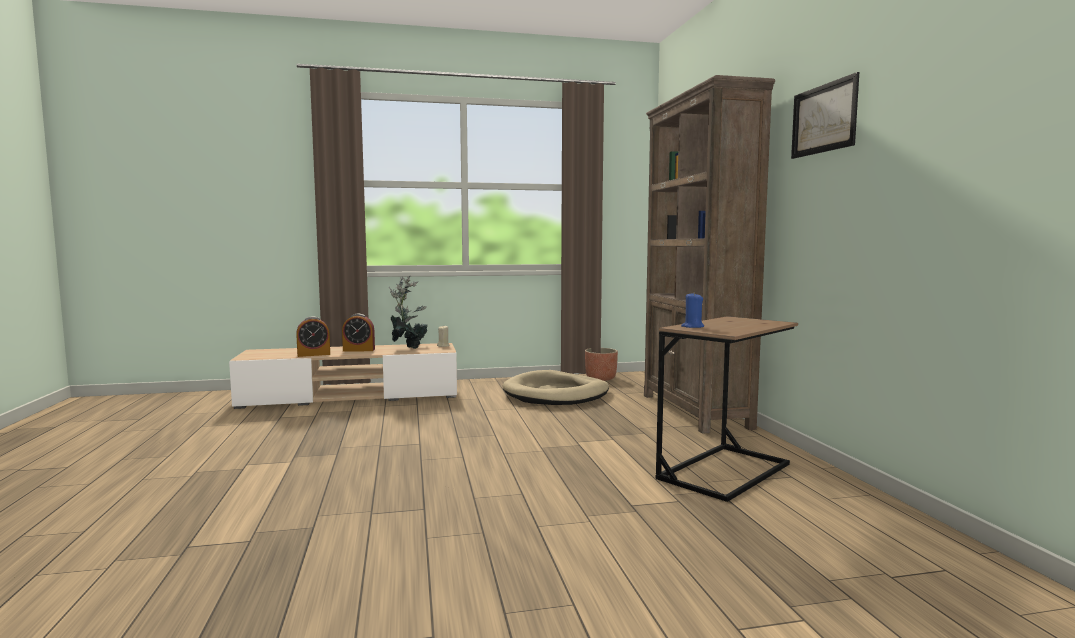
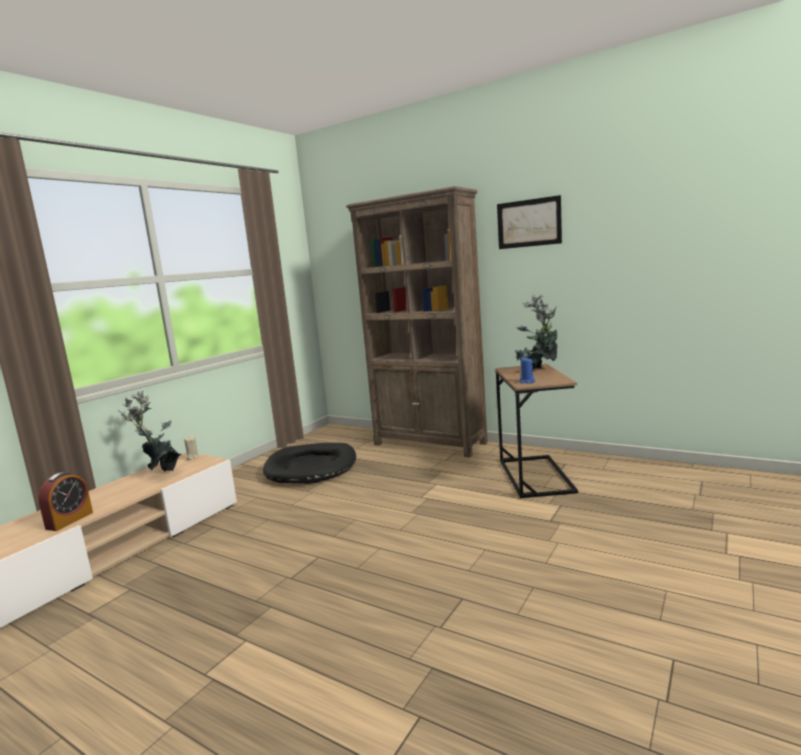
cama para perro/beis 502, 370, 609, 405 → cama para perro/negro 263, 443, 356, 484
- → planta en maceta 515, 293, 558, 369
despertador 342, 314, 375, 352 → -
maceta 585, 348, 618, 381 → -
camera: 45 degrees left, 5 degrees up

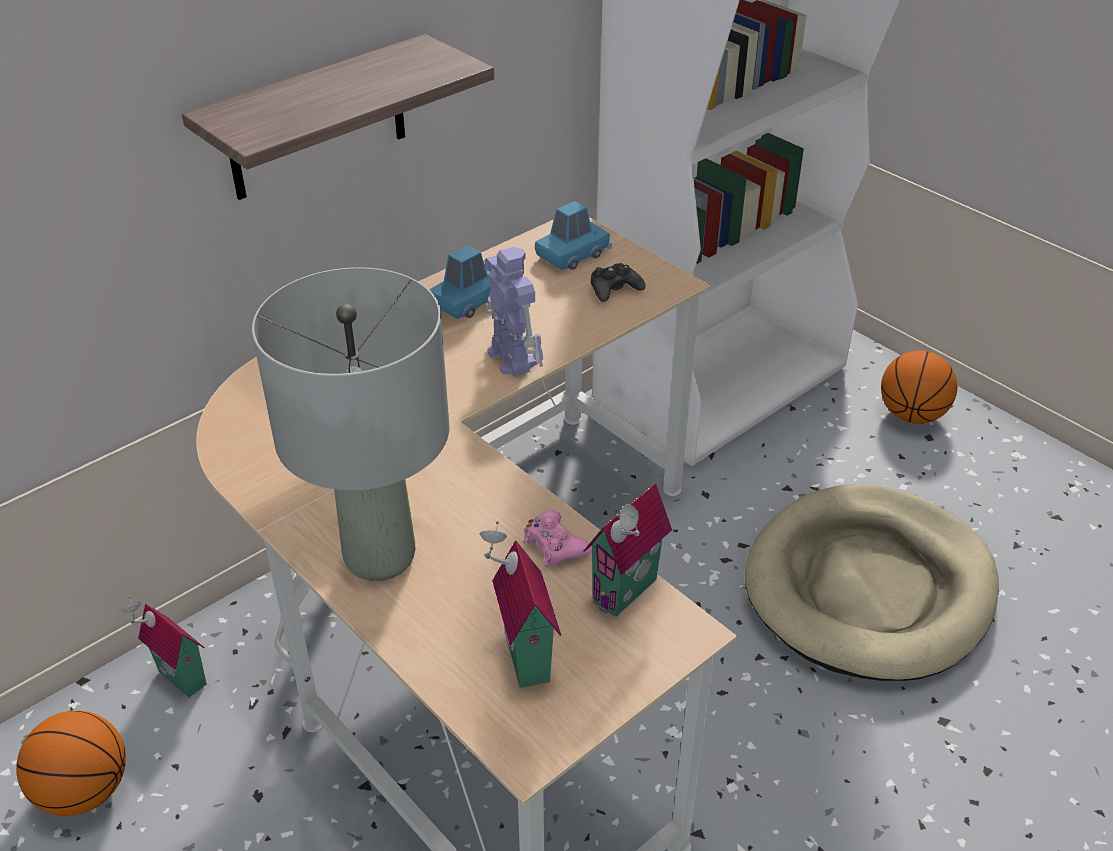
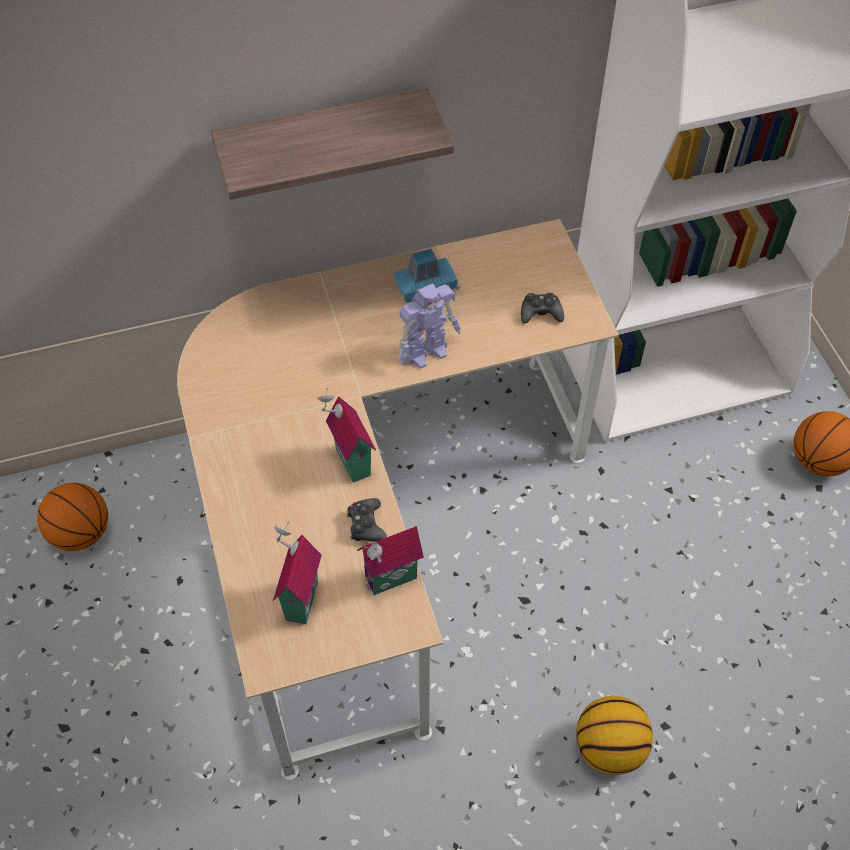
casita 121, 596, 207, 697 → casita 317, 388, 376, 482, move
mando de consola/rosa 524, 510, 592, 566 → mando de consola/negro 347, 498, 387, 542
robot de juguete 485, 247, 543, 377 → robot de juguete 398, 284, 461, 368, 60 degrees clockwise
- → balón de baloncesto 577, 696, 653, 775
lámpara de mesa/gris 252, 267, 450, 581 → -
coche de juguete/azul 535, 201, 612, 270 → -
cama para perro/beis 745, 484, 999, 681 → -
camera: 25 degrees right, 15 degrees up

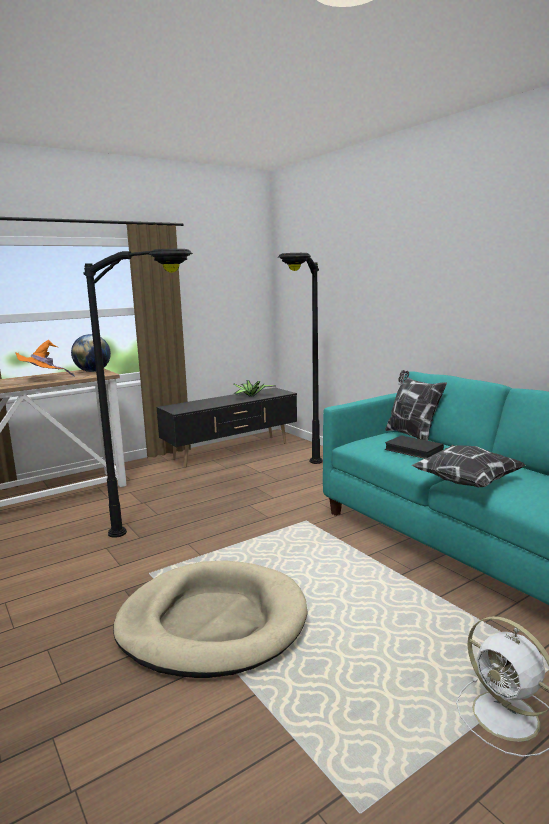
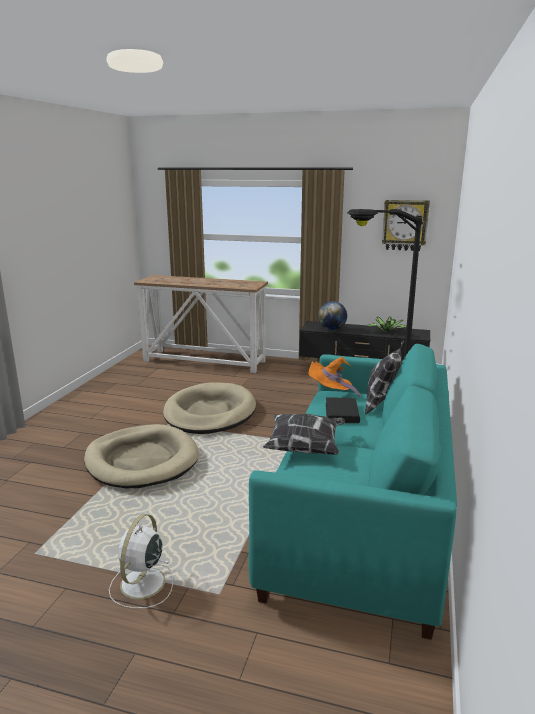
lámpara de pie/negro 83, 249, 193, 538 → cama para perro/beis 163, 382, 256, 434
sombrero/naranja 16, 340, 75, 377 → sombrero/naranja 308, 357, 361, 398, move
globo terráqueo 71, 334, 111, 372 → globo terráqueo 318, 301, 347, 330, move
- → reloj de pared 382, 200, 430, 251
camera: 50 degrees right, 5 degrees up

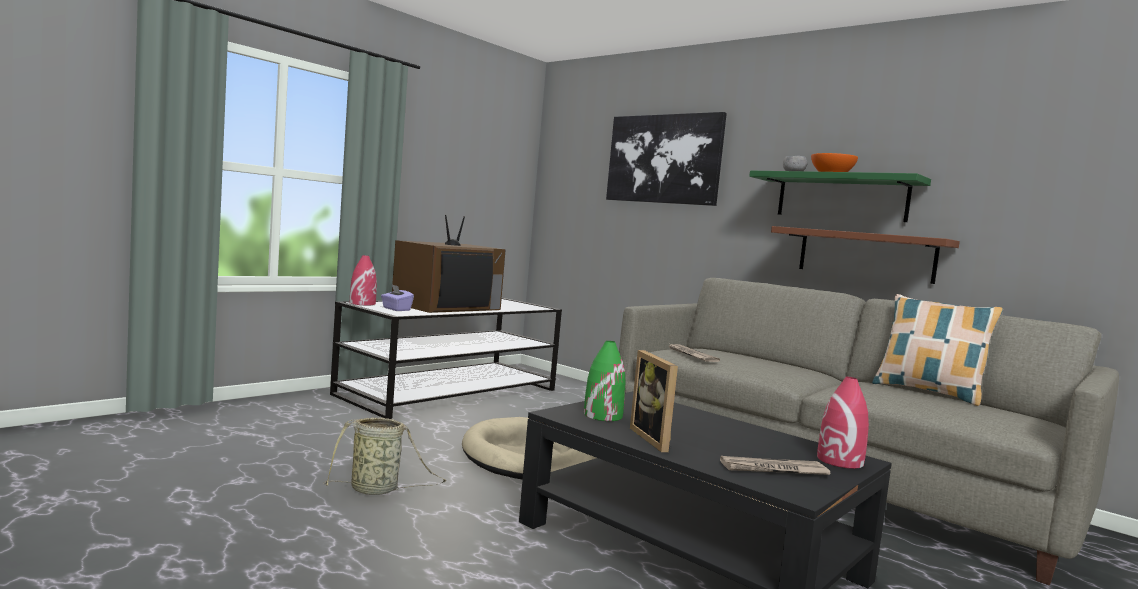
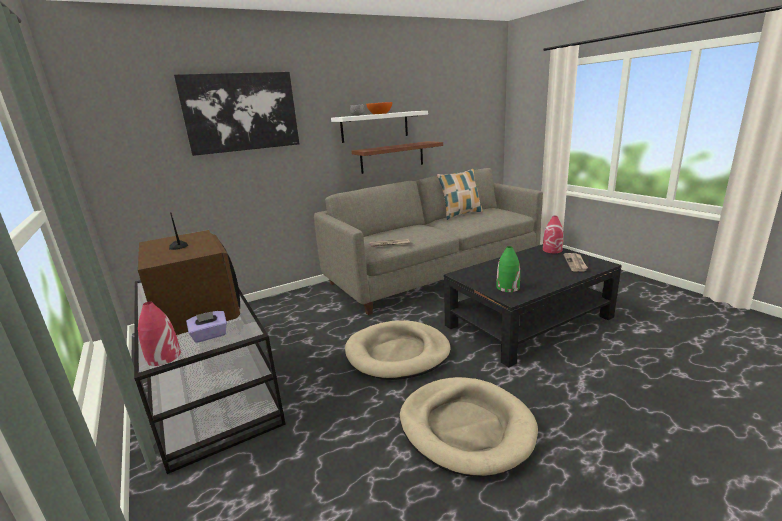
estante/verde 749, 170, 931, 222 → estante/blanco 331, 111, 428, 143
cesta 323, 417, 446, 495 → cama para perro/beis 400, 377, 538, 477
portarretratos 630, 350, 678, 452 → -
camera: 70 degrees left, 15 degrees up

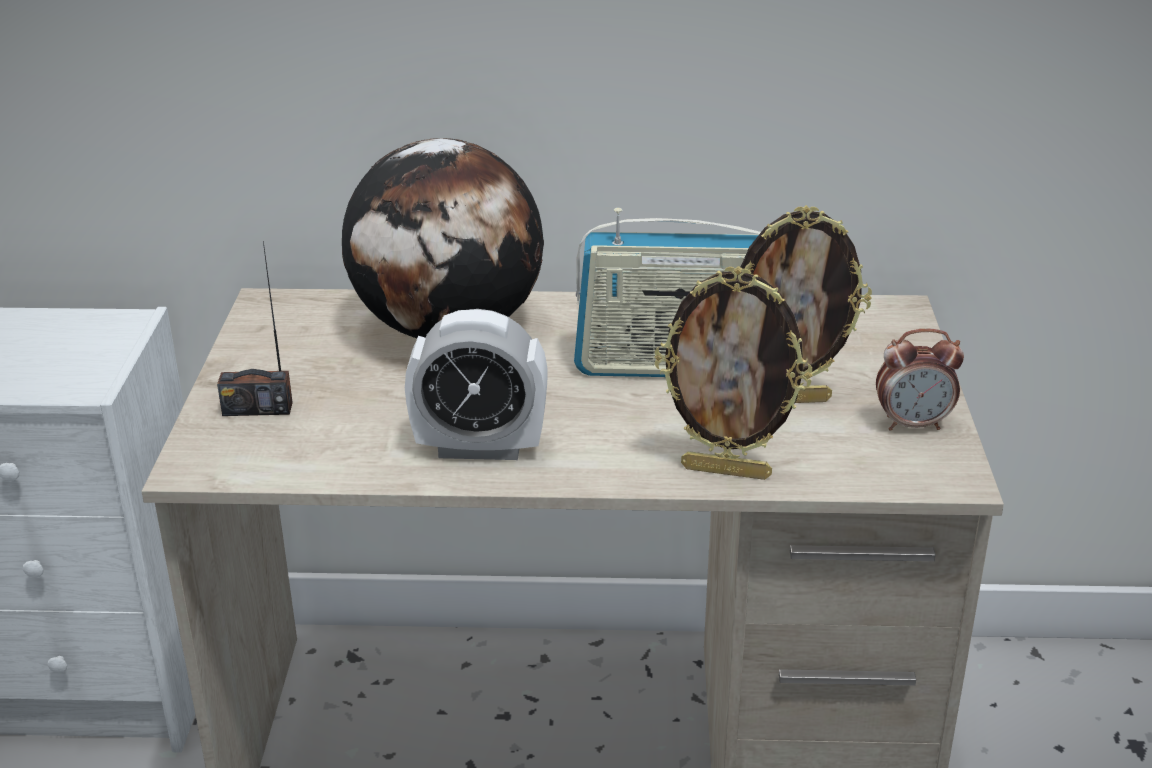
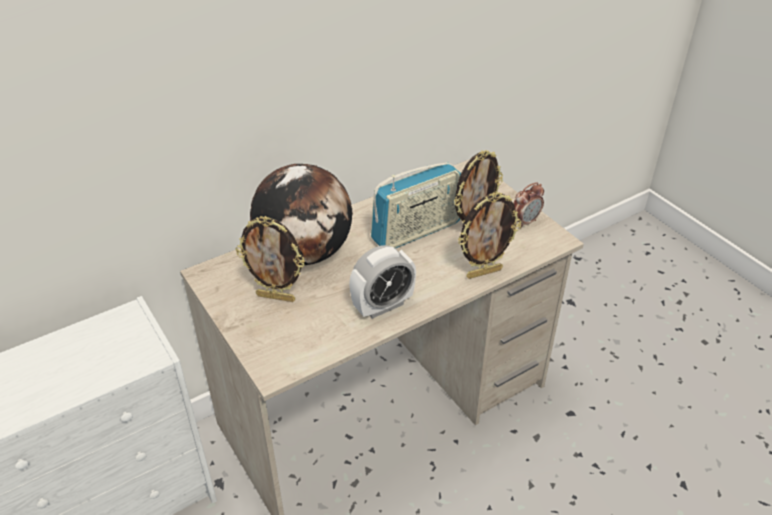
- → portarretratos 236, 216, 305, 302
radio 217, 241, 293, 416 → -
camera: 35 degrees left, 10 degrees up

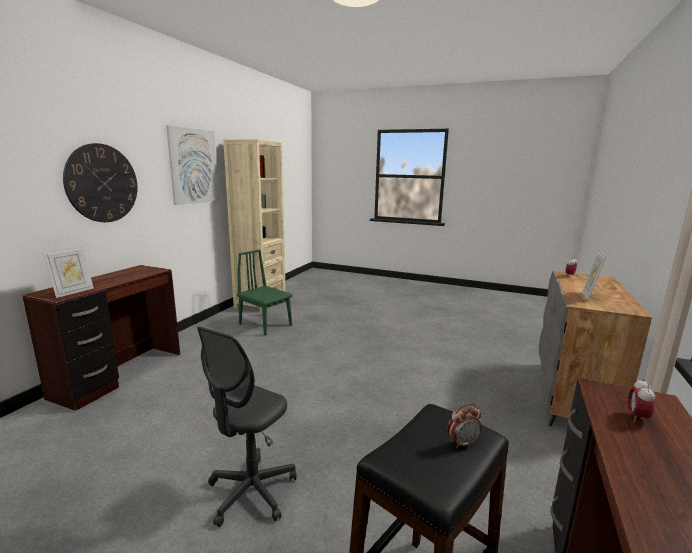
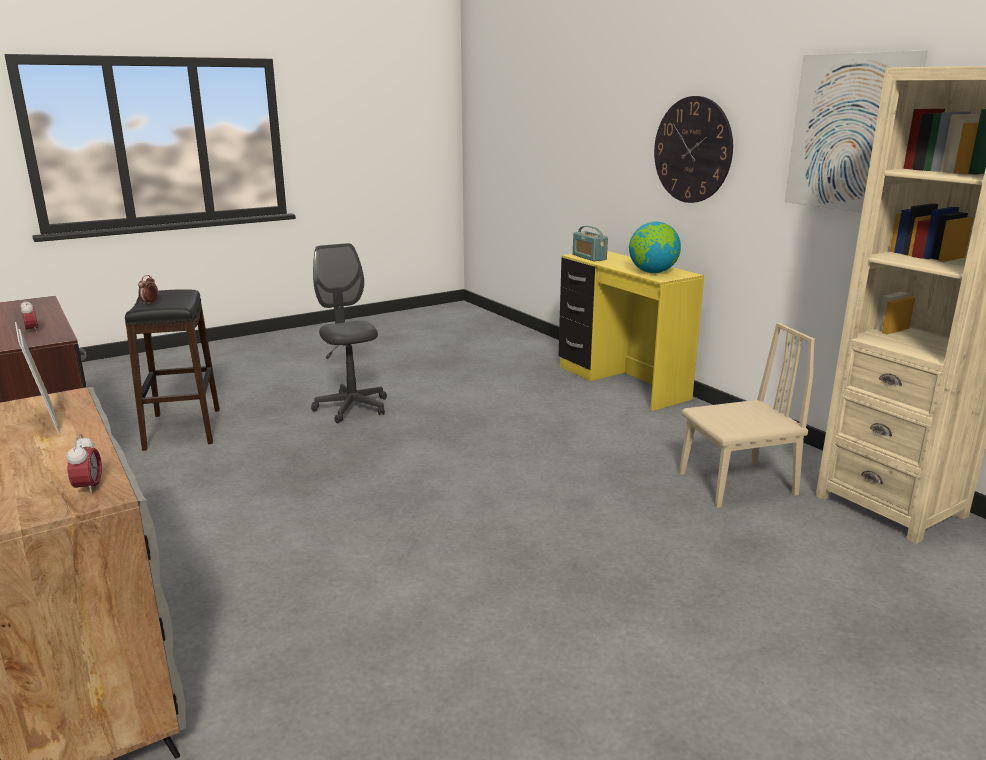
escritorio/marrón 22, 265, 180, 411 → escritorio/amarillo 558, 251, 704, 411
portarretratos 43, 246, 94, 298 → radio 573, 226, 608, 261
- → globo terráqueo 629, 222, 681, 273
silla/verde 237, 250, 293, 335 → silla/beis 679, 323, 815, 508
camera: 125 degrees right, 5 degrees up

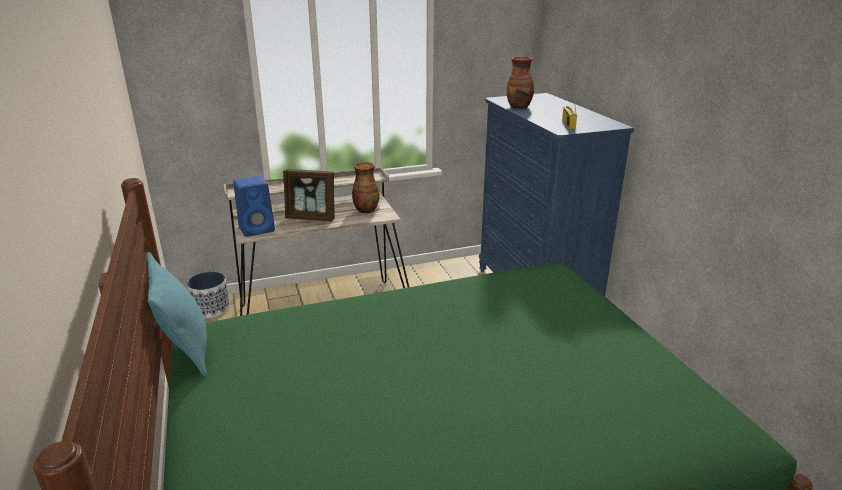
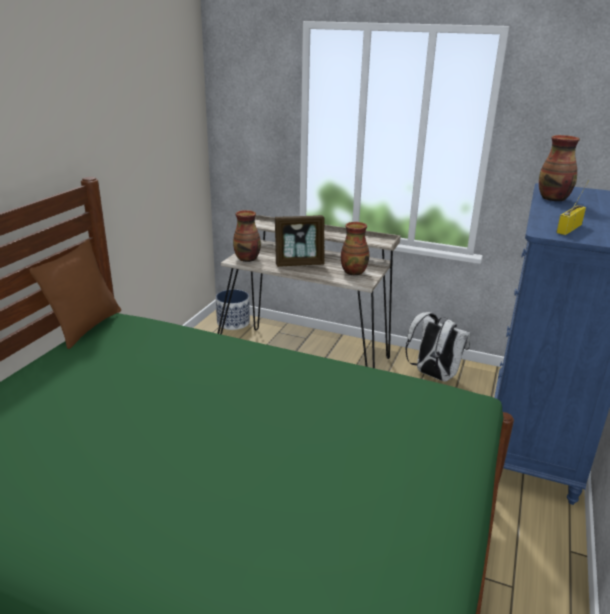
cojín/turquesa 147, 252, 207, 377 → cojín/marrón 29, 239, 121, 349
altavoz/azul 233, 176, 275, 237 → florero 233, 210, 261, 262
portarretratos 283, 169, 335, 221 → portarretratos 275, 215, 325, 267, 60 degrees counterclockwise
- → mochila/blanco 405, 312, 471, 381
camera: 40 degrees right, 0 degrees up

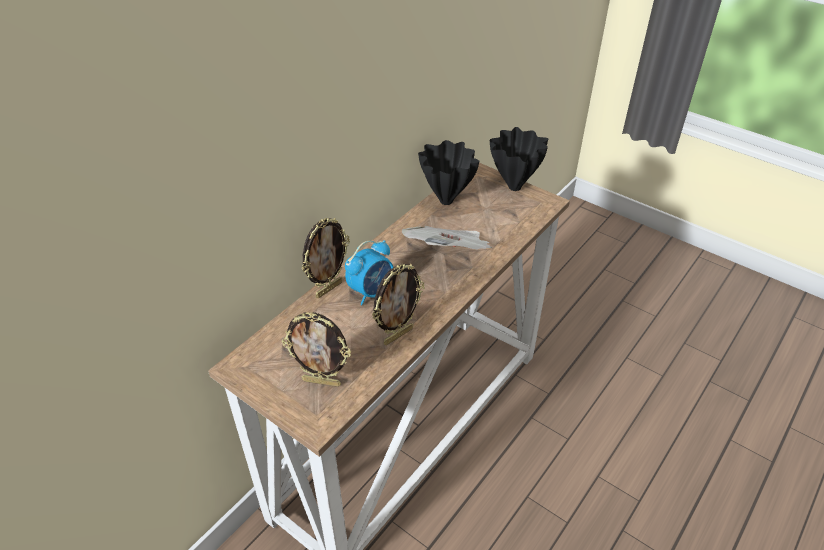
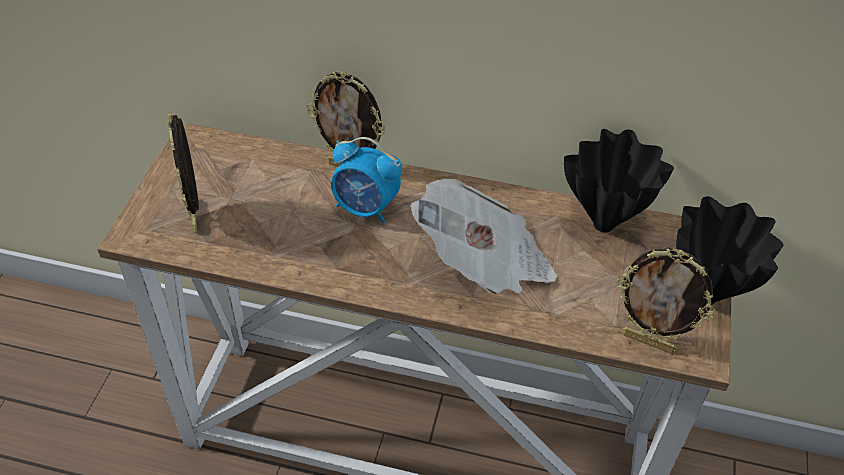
portarretratos 372, 264, 425, 345 → portarretratos 616, 247, 716, 354, move
camera: 65 degrees right, 5 degrees up

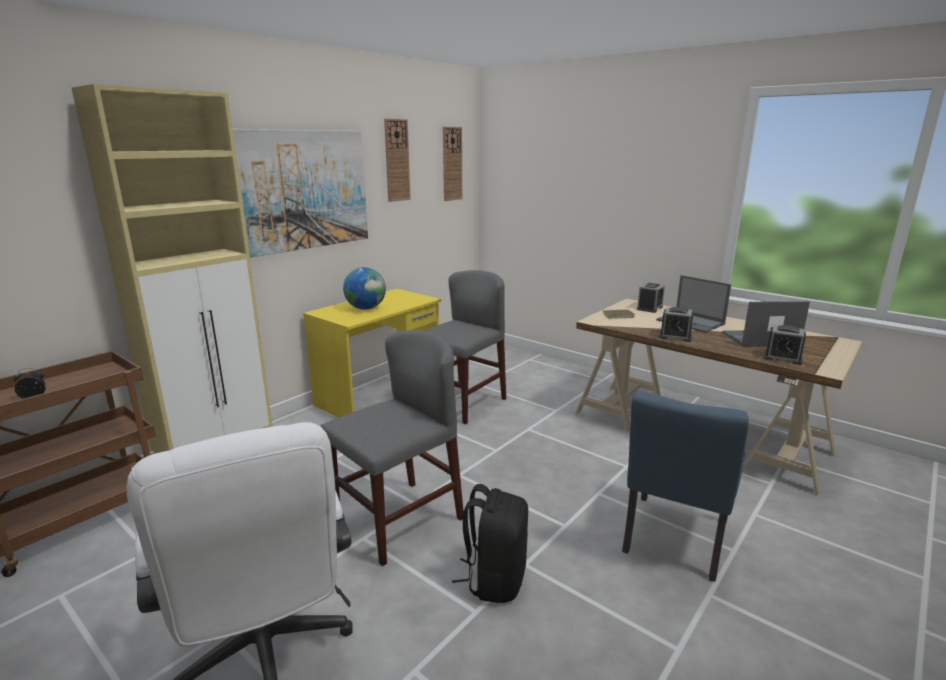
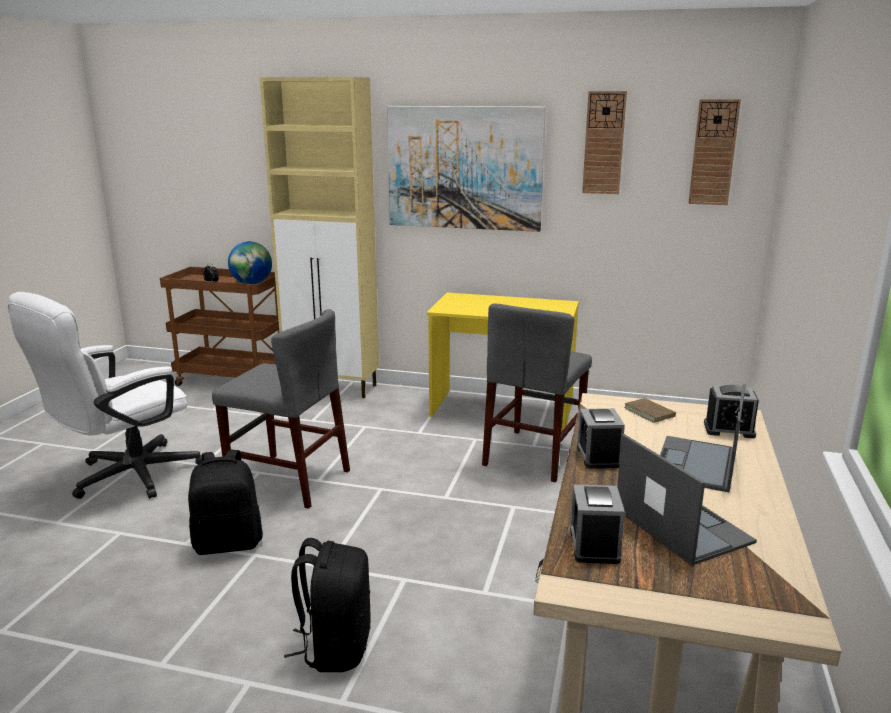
globo terráqueo 343, 267, 386, 310 → globo terráqueo 228, 241, 272, 284, move
silla/azul 622, 391, 749, 582 → mochila/negro 284, 538, 371, 672
silla/gris 424, 270, 506, 424 → silla/gris 482, 304, 592, 482, 105 degrees clockwise
camera: 65 degrees right, 0 degrees up

